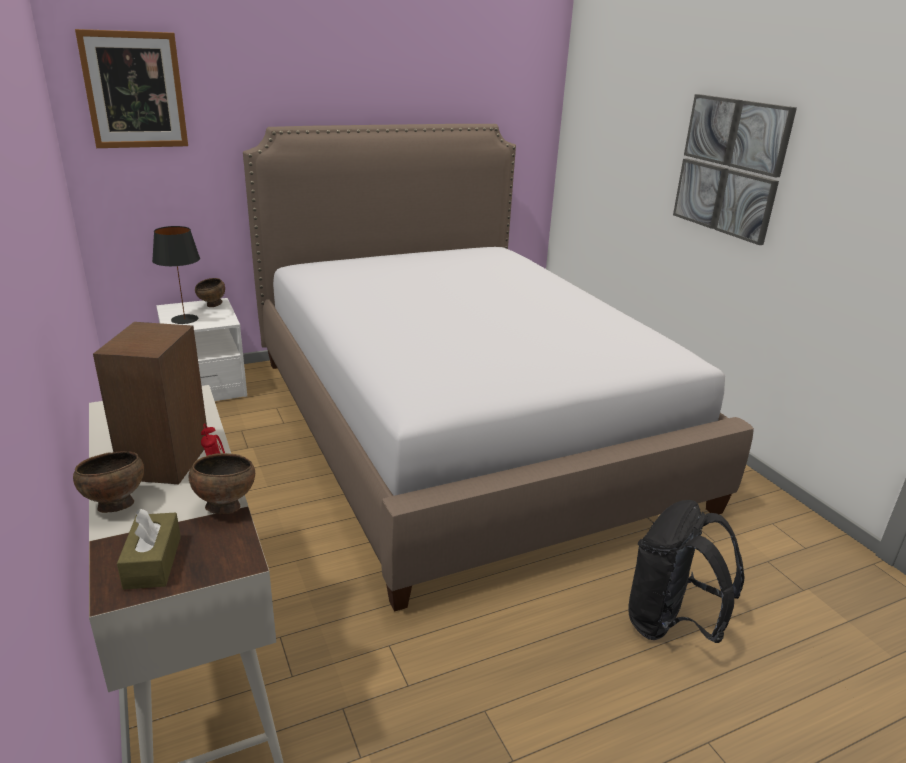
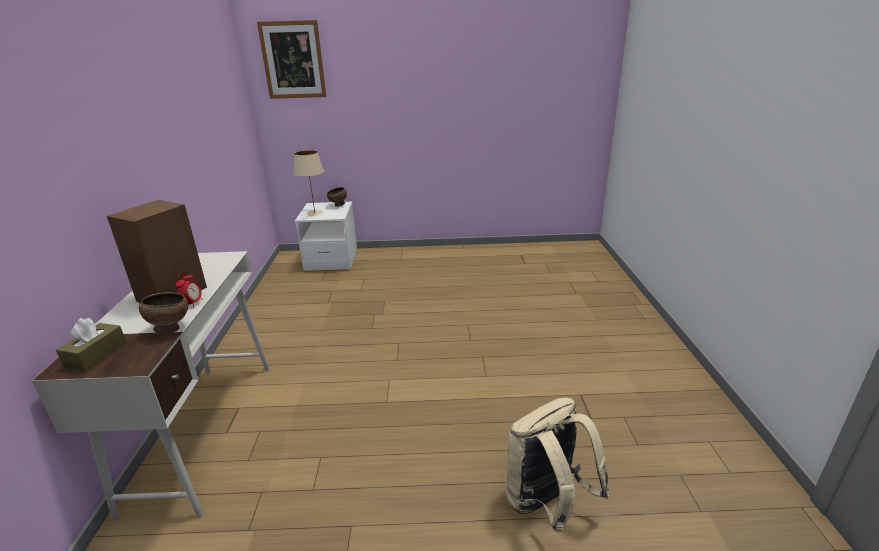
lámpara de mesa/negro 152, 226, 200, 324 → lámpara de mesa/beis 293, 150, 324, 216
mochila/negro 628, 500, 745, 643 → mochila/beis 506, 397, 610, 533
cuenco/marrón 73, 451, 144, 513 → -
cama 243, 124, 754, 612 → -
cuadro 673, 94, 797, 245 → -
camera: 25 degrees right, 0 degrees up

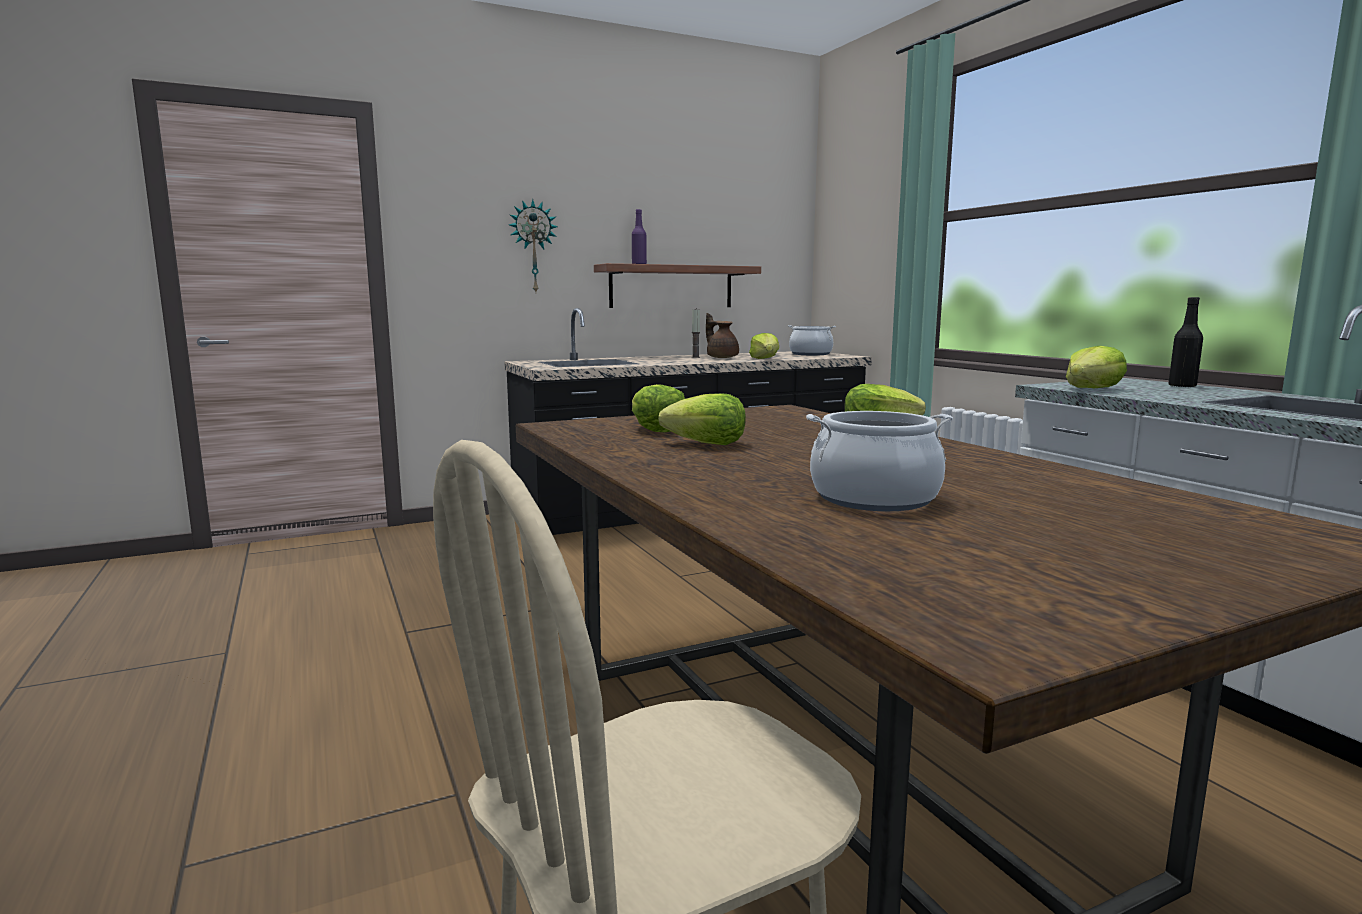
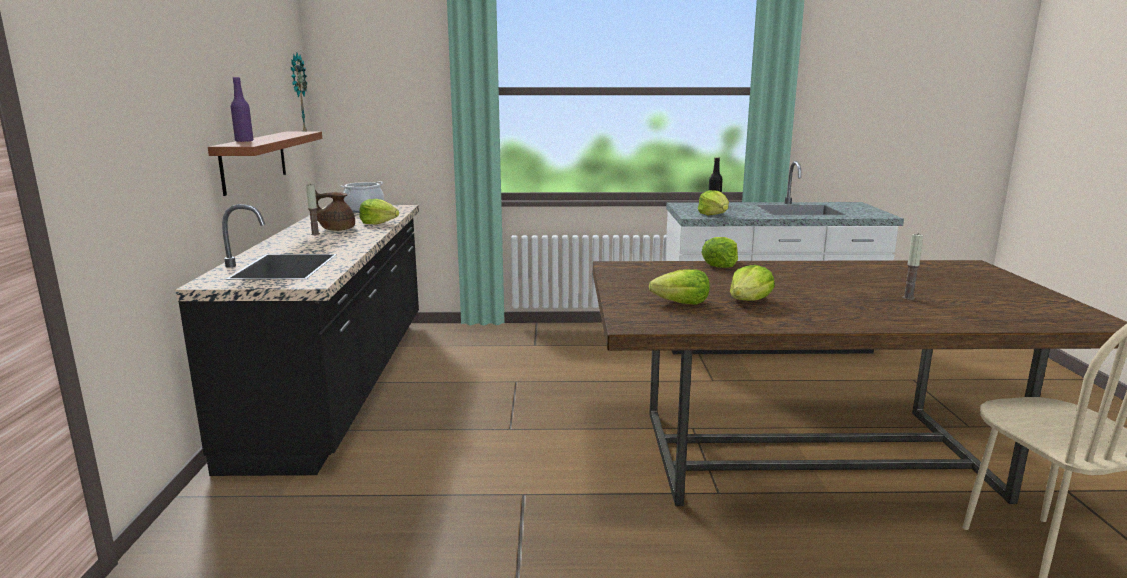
reloj de pared 509, 199, 558, 292 → reloj de pared 291, 53, 307, 132, move
olla 806, 411, 953, 511 → vela 902, 233, 924, 300
camera: 65 degrees left, 5 degrees up

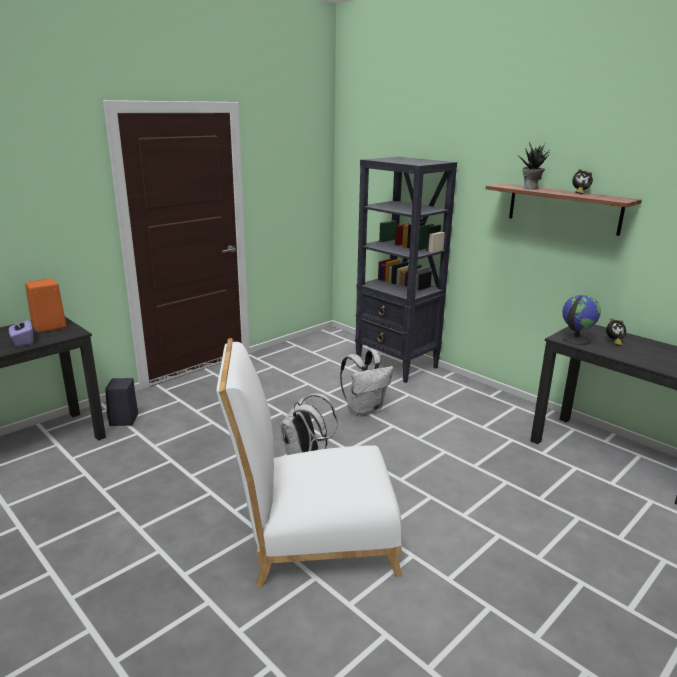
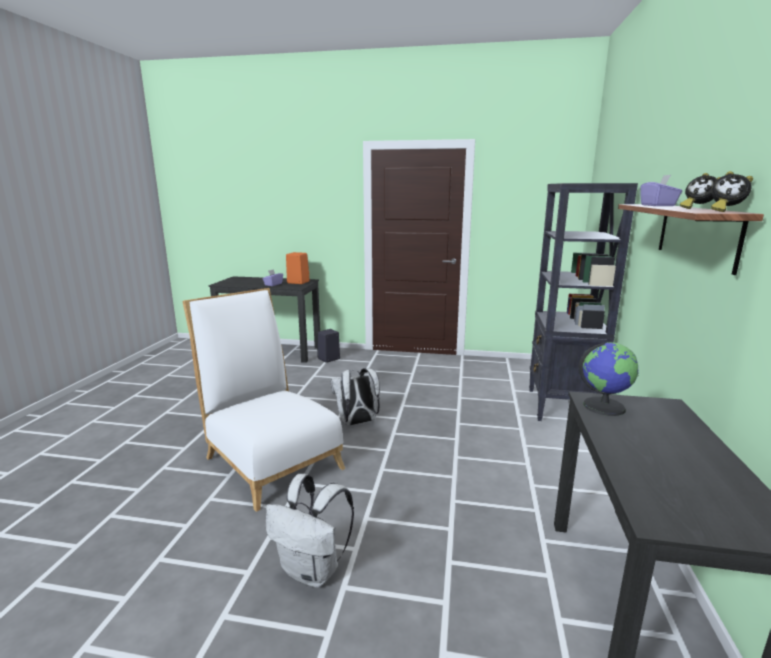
mochila/blanco 340, 350, 394, 417 → mochila/blanco 266, 474, 354, 588, move
planta en maceta 520, 142, 550, 190 → caja de pañuelos/morado 641, 175, 683, 206
despertador 606, 318, 626, 346 → despertador 711, 171, 753, 212, move
camera: 55 degrees right, 5 degrees down

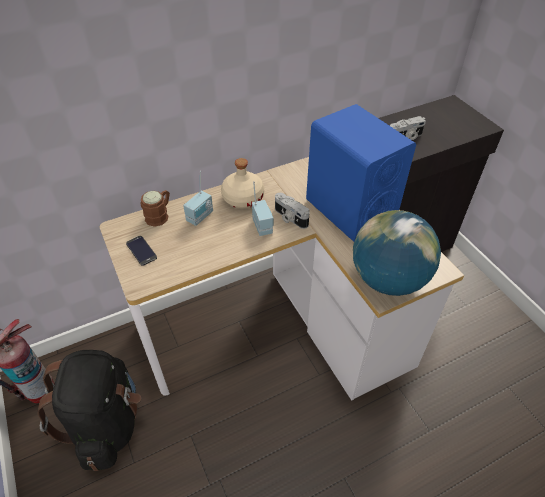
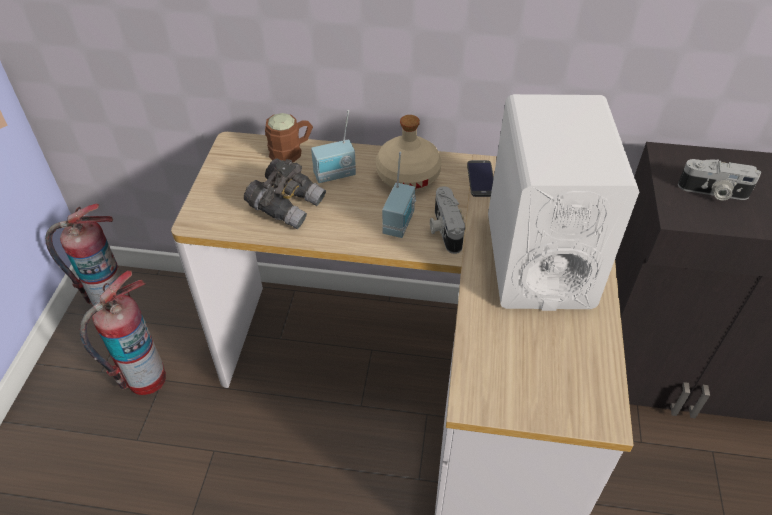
mochila/negro 37, 350, 141, 471 → extintor 80, 270, 166, 395
- → prismáticos/gris 244, 158, 326, 229
móvil 126, 236, 157, 266 → móvil 467, 160, 494, 197, move
altavoz/azul 306, 104, 416, 242 → altavoz/blanco 488, 94, 639, 311
globo terráqueo 353, 210, 441, 296 → -
camera: 35 degrees right, 0 degrees up

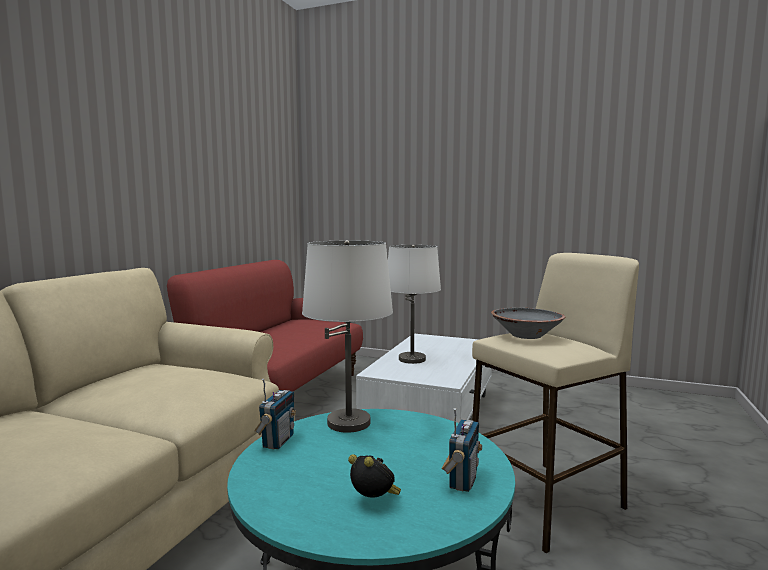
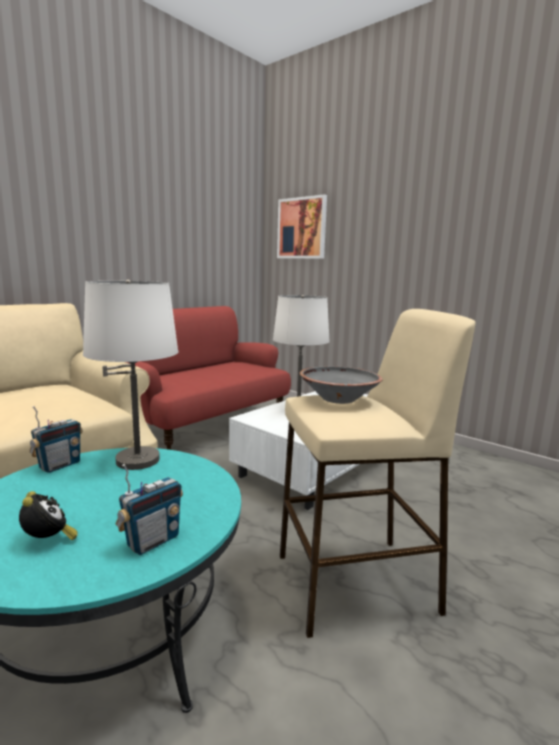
- → cuadro 277, 194, 327, 259
camera: 20 degrees right, 5 degrees up

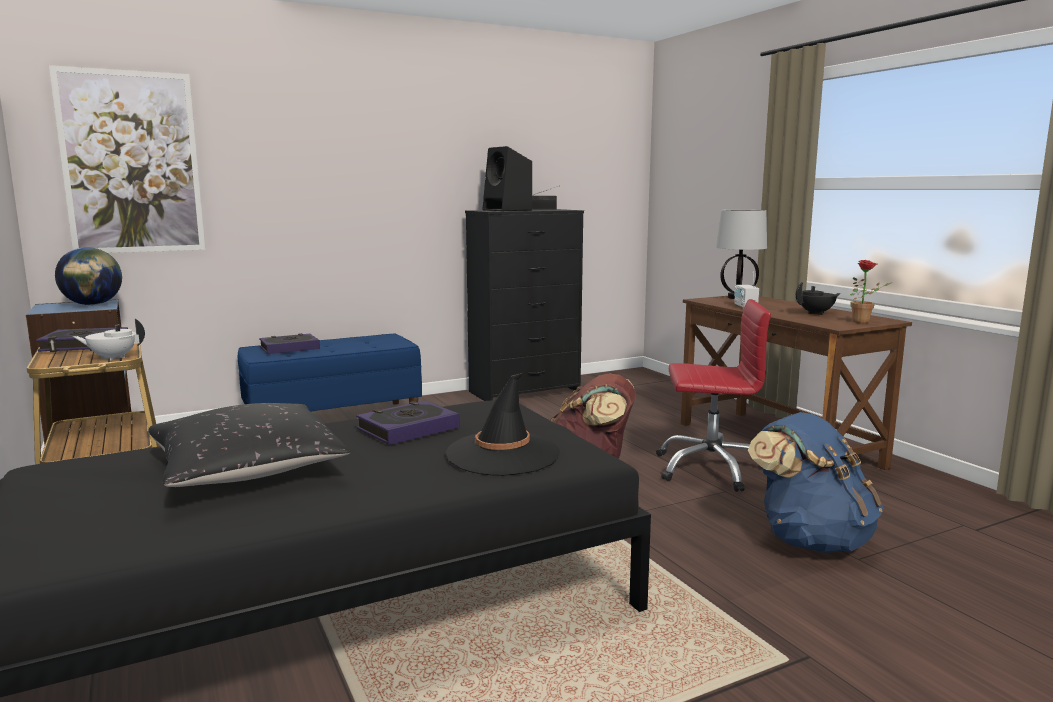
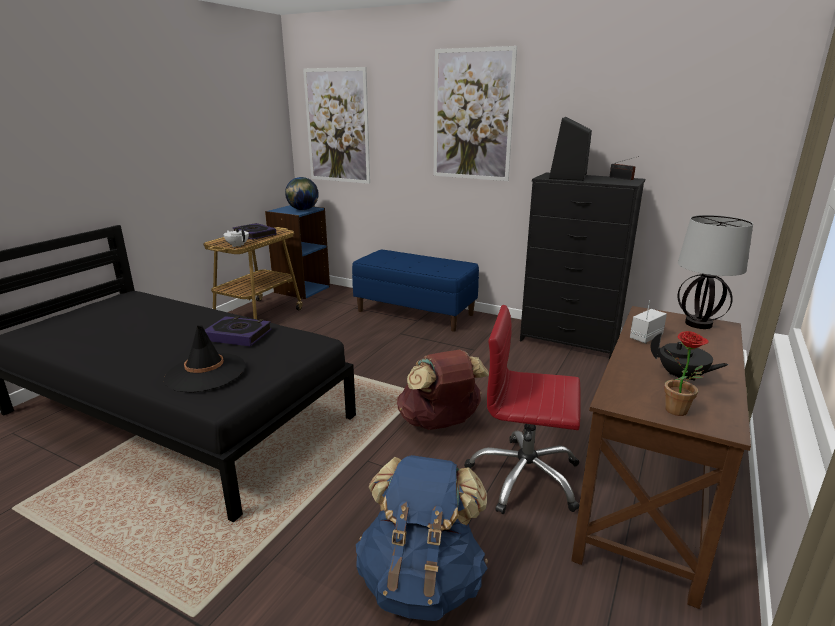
- → cuadro 434, 46, 517, 181
silla de oficina/rojo 656, 299, 771, 492 → silla de oficina/rojo 464, 305, 581, 514, 135 degrees clockwise
cojín/negro 149, 403, 350, 487 → -
libro 259, 333, 320, 354 → -
camera: 55 degrees right, 10 degrees up

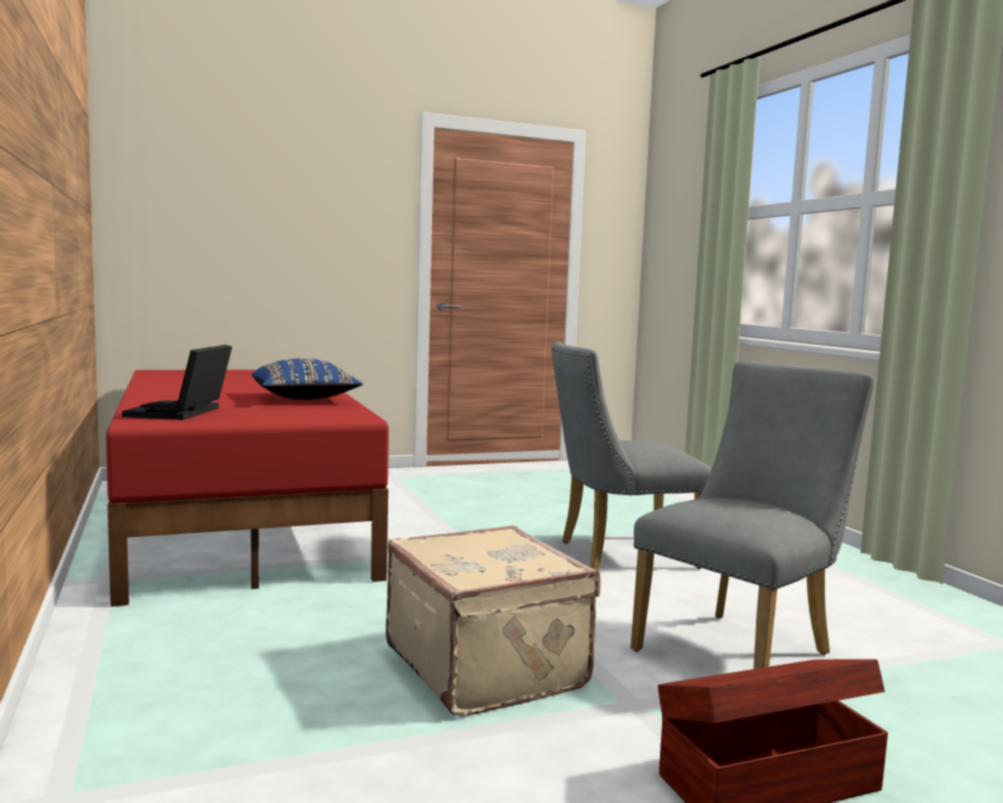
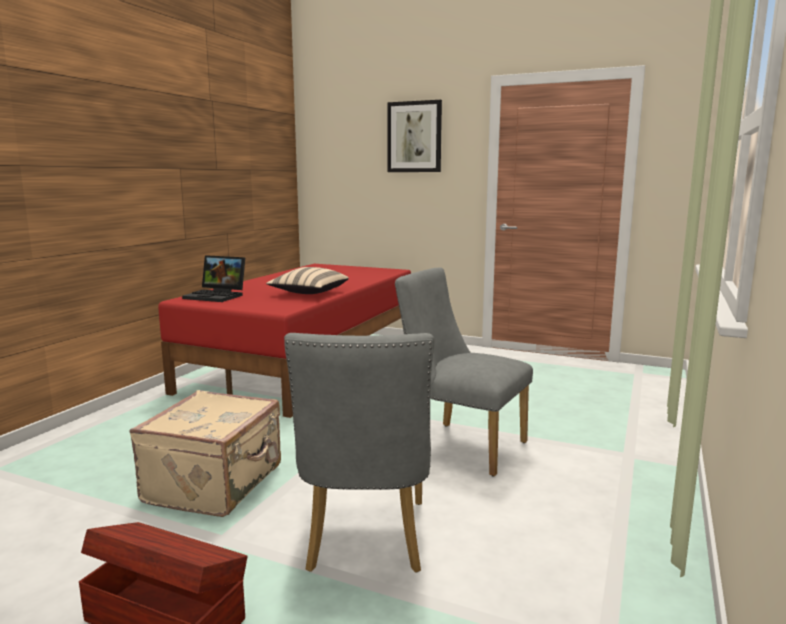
portátil 122, 345, 232, 420 → portátil 182, 255, 245, 302, 120 degrees counterclockwise
cojín/azul 251, 359, 363, 400 → cojín/beis 266, 267, 349, 294
silla/gris 631, 361, 874, 669 → silla/gris 284, 333, 434, 573, 90 degrees clockwise
- → cuadro 387, 100, 442, 172
camera: 45 degrees right, 5 degrees up

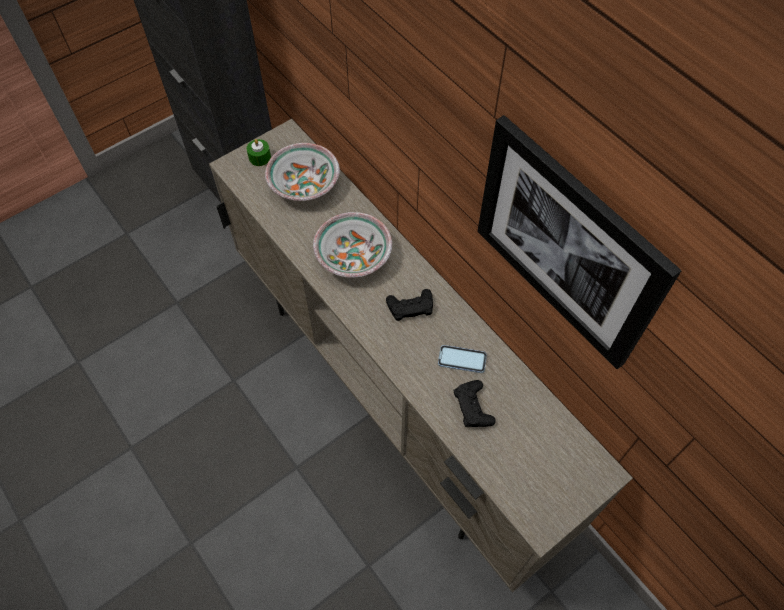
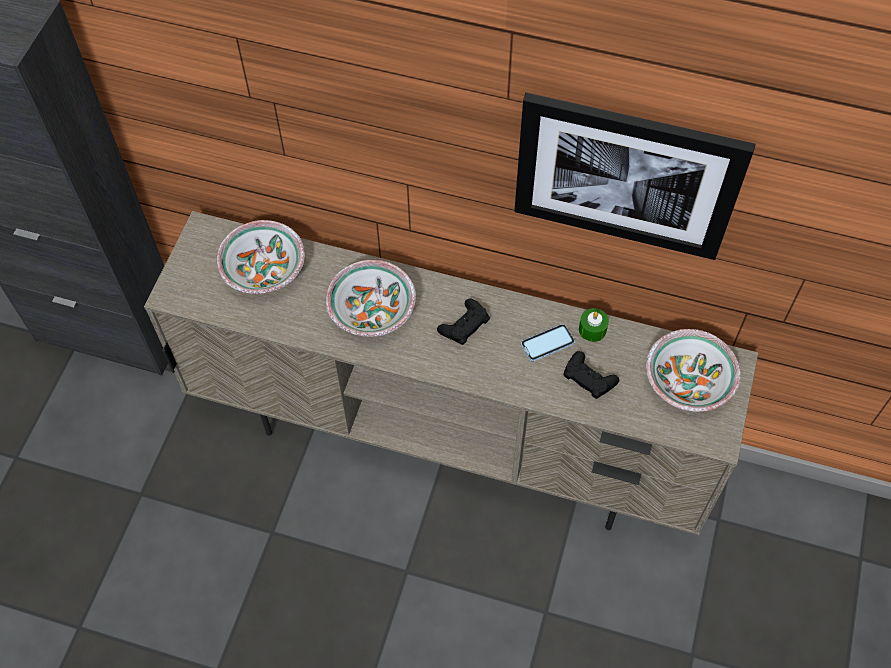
vela/verde 247, 139, 271, 166 → vela/verde 579, 308, 609, 342, move
- → cuenco 646, 329, 741, 412
camera: 35 degrees left, 0 degrees up

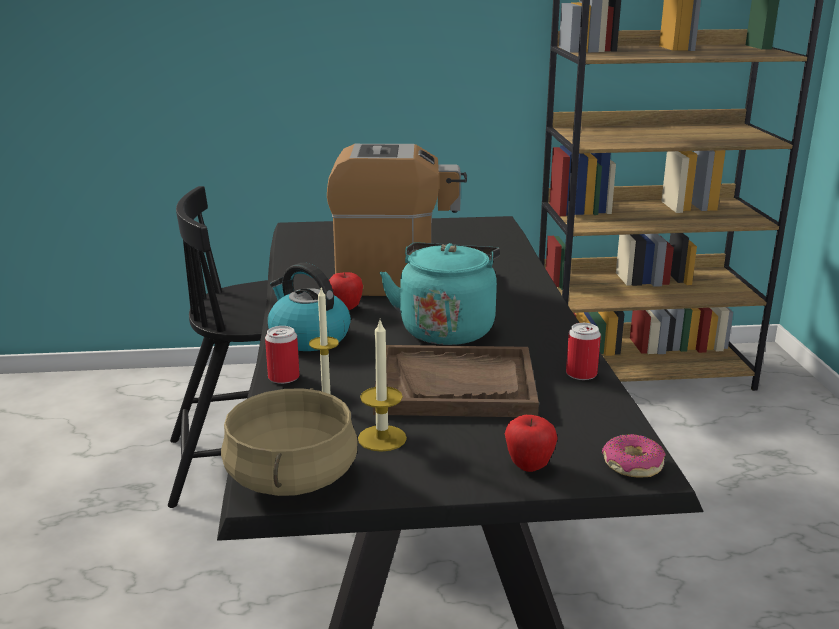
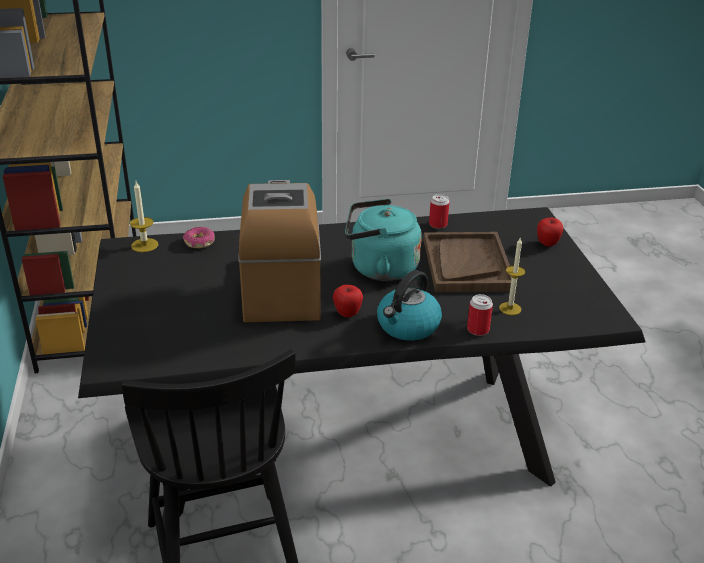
vela 358, 320, 407, 452 → vela 130, 182, 158, 252, move
rosquilla 602, 434, 666, 478 → rosquilla 183, 227, 215, 248, move
olla/beis 221, 388, 358, 496 → -
camera: 95 degrees left, 10 degrees up

